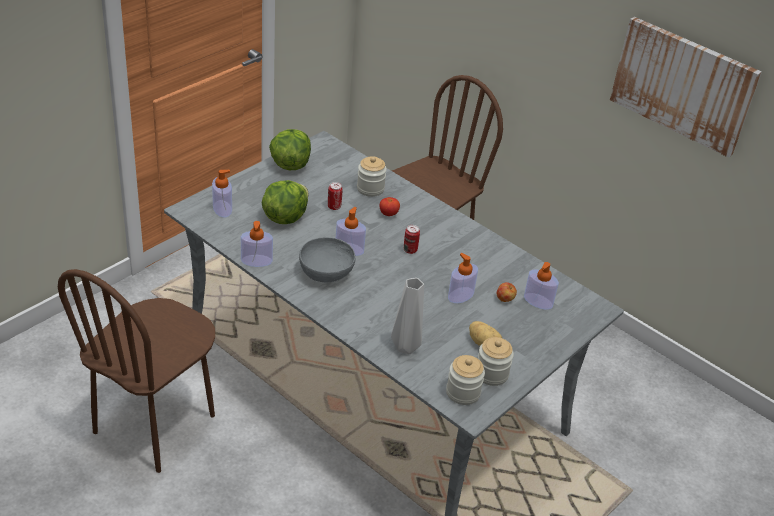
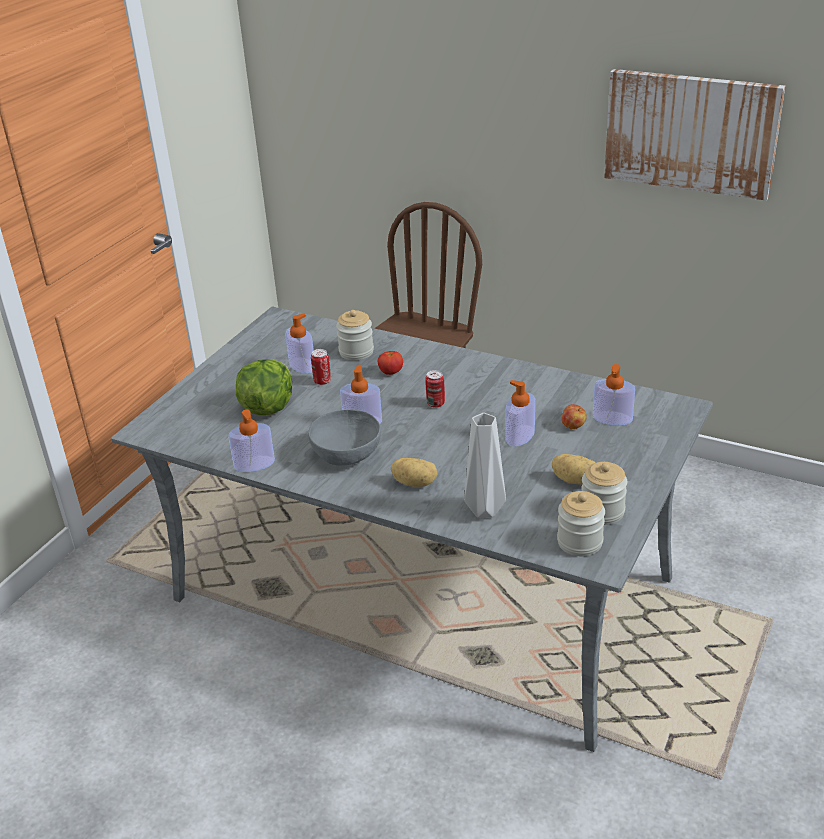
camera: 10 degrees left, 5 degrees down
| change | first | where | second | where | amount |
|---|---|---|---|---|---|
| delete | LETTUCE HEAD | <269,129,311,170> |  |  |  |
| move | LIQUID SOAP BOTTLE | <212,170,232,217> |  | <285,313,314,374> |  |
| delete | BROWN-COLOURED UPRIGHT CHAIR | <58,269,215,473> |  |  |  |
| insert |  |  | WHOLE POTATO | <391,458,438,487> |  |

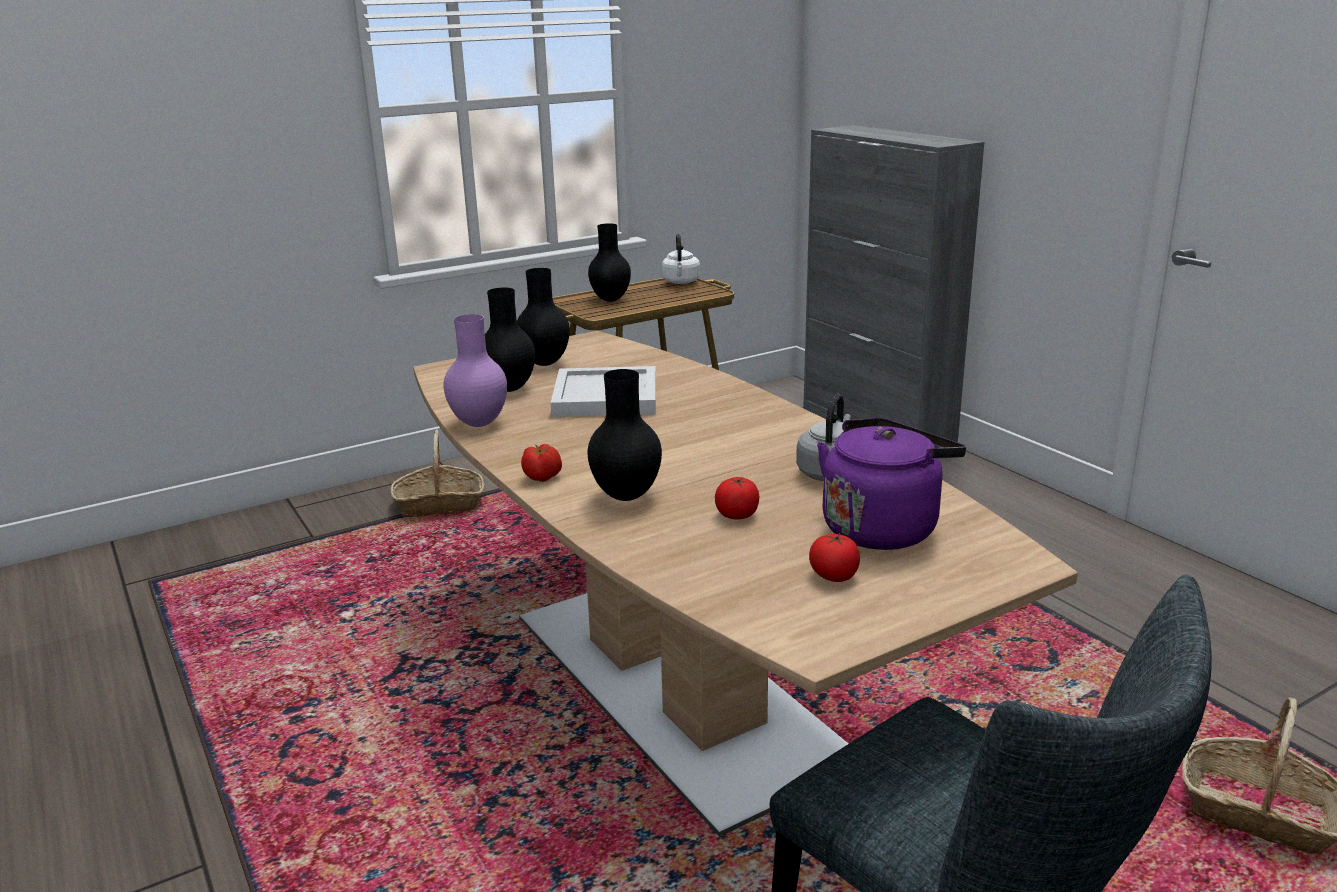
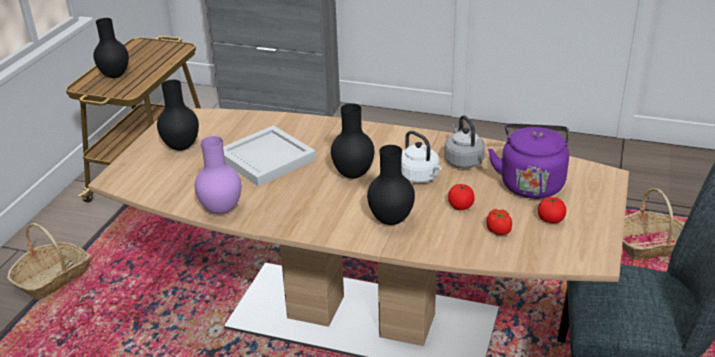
camera: 40 degrees left, 10 degrees up
| change | first | where | second | where | amount |
|---|---|---|---|---|---|
| move | WHITISH TEA KETTLE | <662,234,700,284> |  | <402,131,442,183> |  |
| move | BLACKISH VASE | <485,288,535,392> |  | <331,103,374,179> |  |
| move | WHOLE TOMATO | <521,444,562,482> |  | <486,209,512,235> |  |

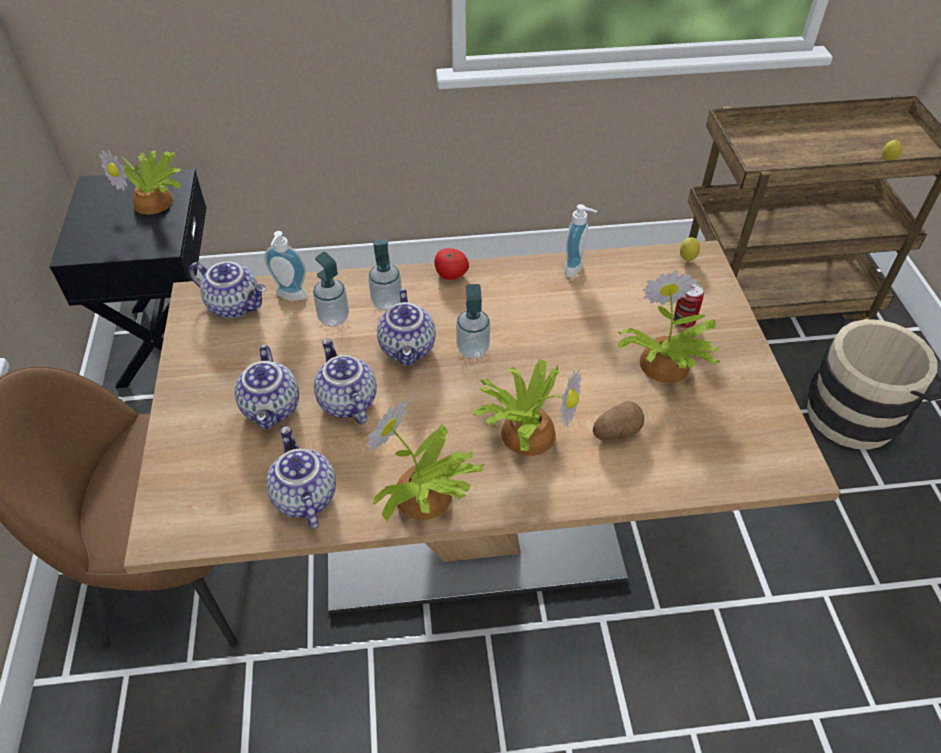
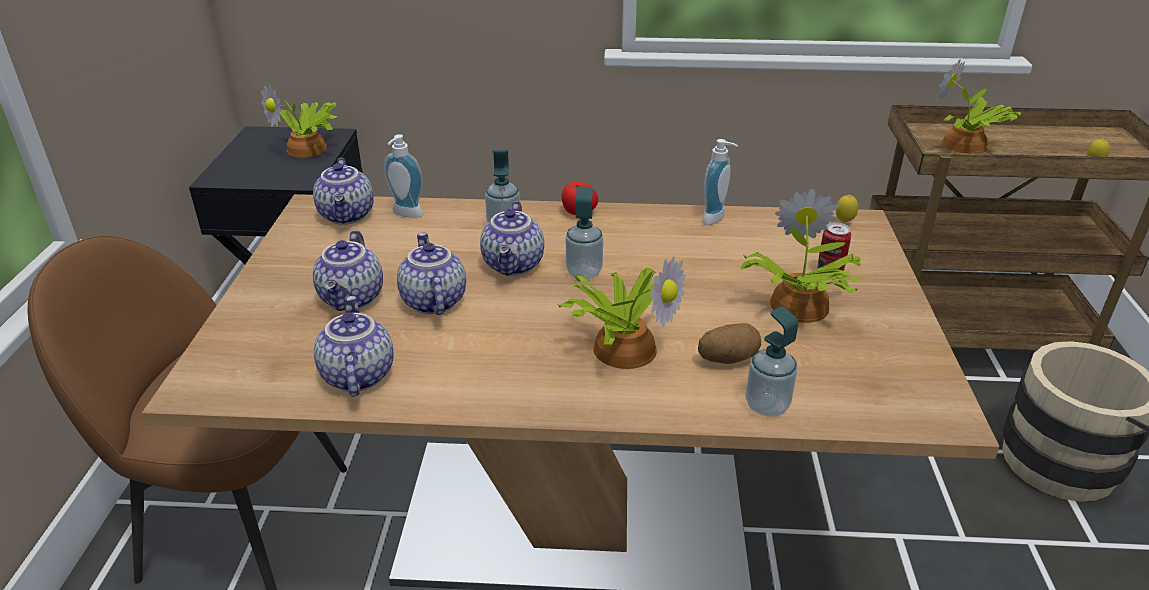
camera: 10 degrees right, 15 degrees down
| change | first | where | second | where | amount |
|---|---|---|---|---|---|
| move | LIQUID SOAP BOTTLE | <313,252,349,327> |  | <746,306,798,417> |  |
| rotate | TEAPOT | <189,262,266,318> |  | <313,158,374,225> | 45 degrees clockwise |
| move | PLANT IN A POT | <366,401,484,521> |  | <936,59,1023,154> |  |

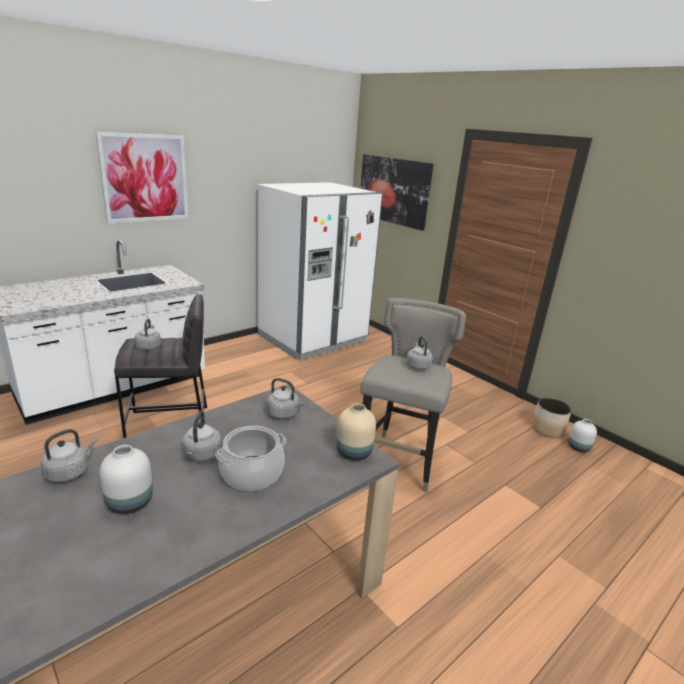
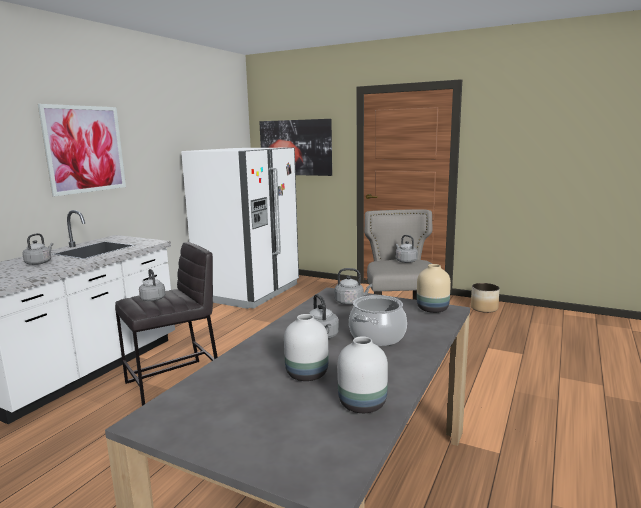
camera: 20 degrees left, 10 degrees down
| change | first | where | second | where | amount |
|---|---|---|---|---|---|
| move | WHITISH VASE | <568,419,597,452> |  | <337,336,388,413> |  |
| move | GREY TEA KETTLE | <40,429,97,482> |  | <23,233,53,265> |  |

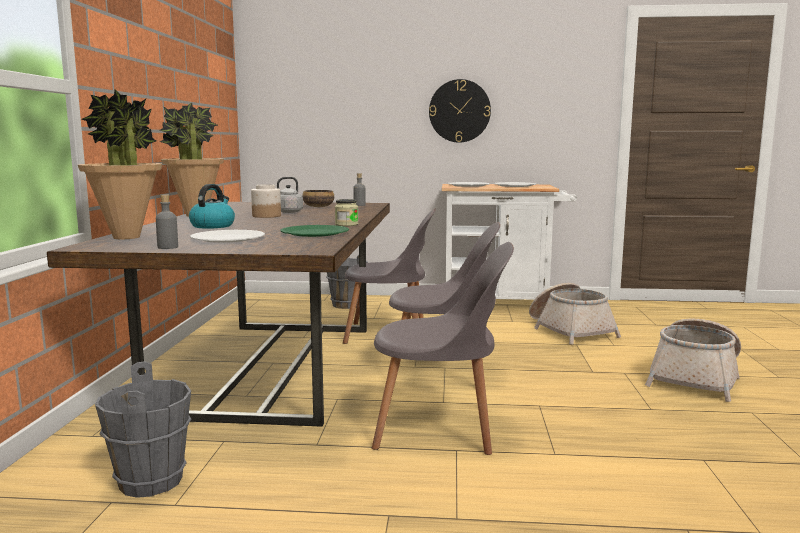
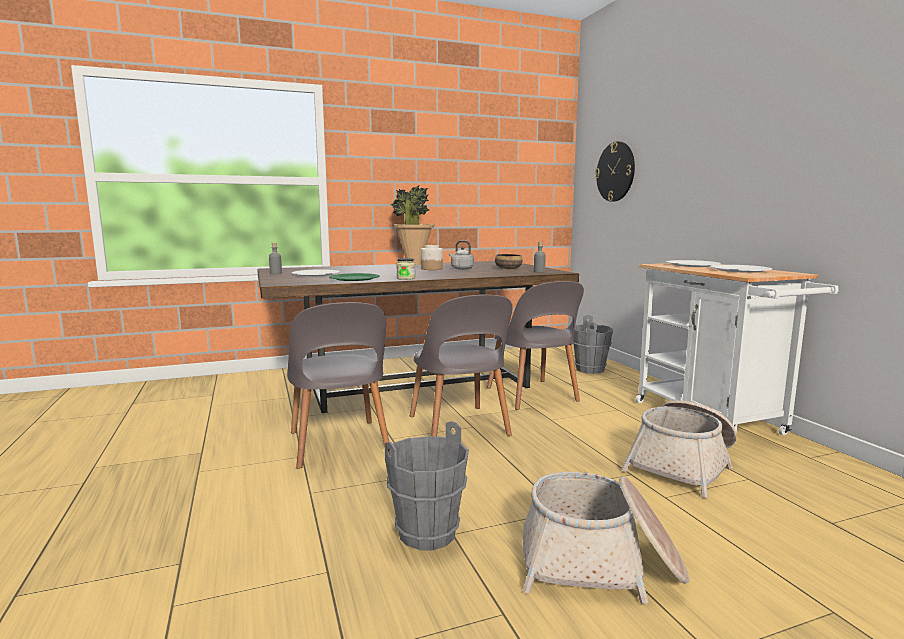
camera: 65 degrees right, 0 degrees up
| change | first | where | second | where | amount |
|---|---|---|---|---|---|
| move | CLOCK ON THE WALL | <429,79,491,143> |  | <595,141,635,202> |  |
| delete | PLANT IN A POT | <78,89,162,239> |  |  |  |
| delete | TEA KETTLE | <189,184,235,229> |  |  |  |
| move | GREY WATER BUCKET | <95,361,191,498> |  | <385,421,469,550> |  |

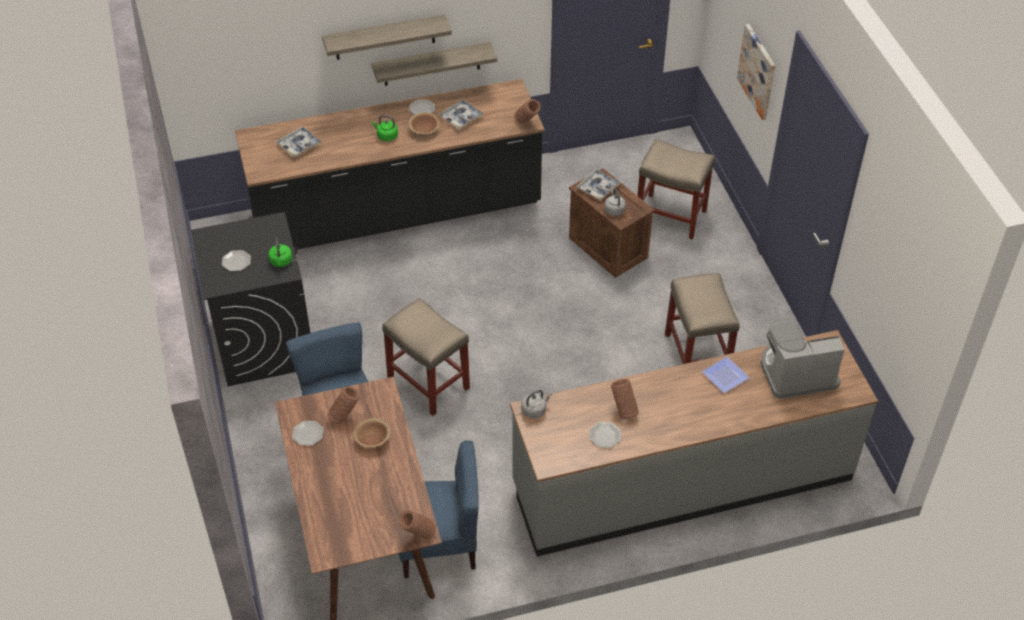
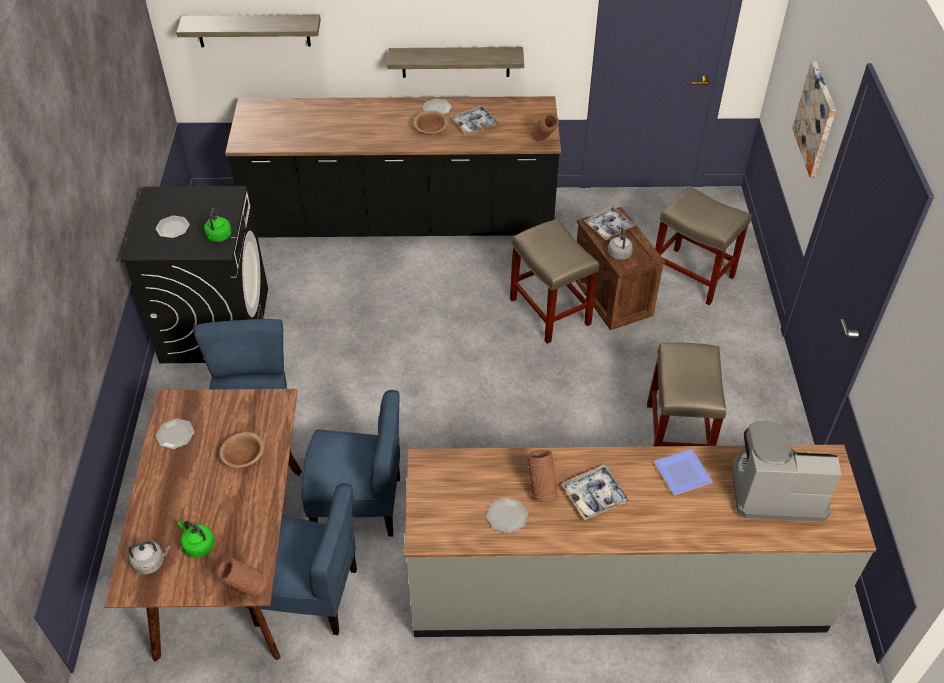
camera: 15 degrees right, 0 degrees up
| change | first | where | second | where | amount |
|---|---|---|---|---|---|
| move | SHELF | <322,15,452,60> |  | <176,15,321,47> |  |
| move | GREEN-COLOURED TEA KETTLE | <372,115,398,141> |  | <178,521,215,558> |  |
| move | CARRYING TRAY | <276,126,322,157> |  | <561,465,630,520> |  |
| move | SAND-COLOURED STOOL SEAT | <382,298,470,416> |  | <510,219,599,344> |  |
| delete | BROWN-COLOURED VASE | <327,386,360,424> |  |  |  |
| move | GREY TEA KETTLE | <521,390,552,419> |  | <129,540,171,575> |  |
| insert |  |  | BLUISH UPRIGHT CHAIR | <301,390,400,537> |  |

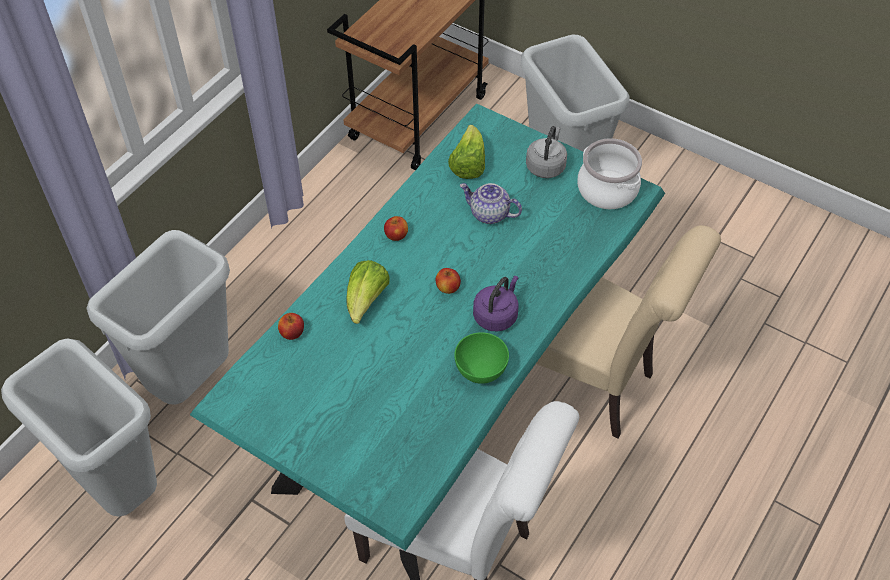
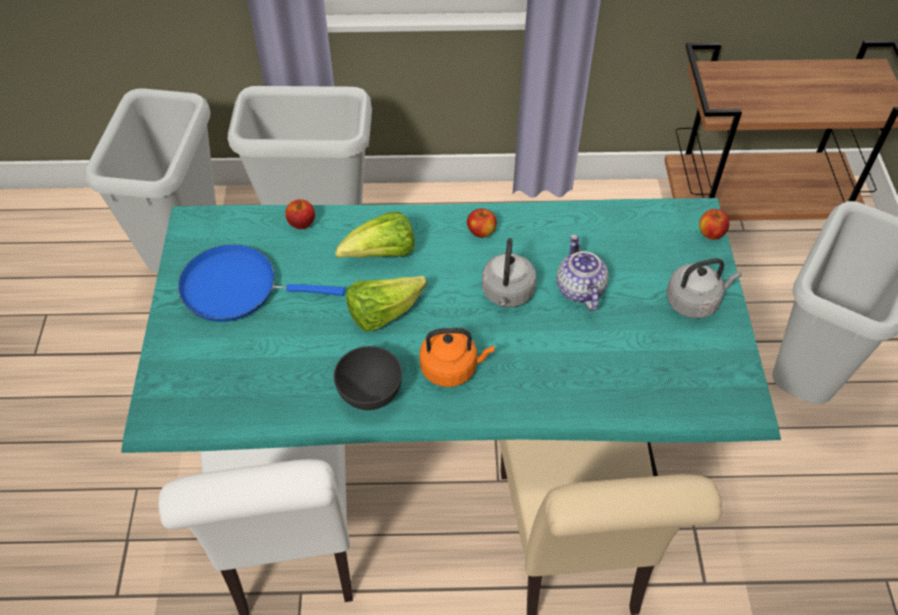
camera: 55 degrees right, 0 degrees up
| change | first | where | second | where | amount |
|---|---|---|---|---|---|
| move | LETTUCE HEAD | <448,125,485,179> |  | <346,276,427,332> |  |
| delete | SAUCEPOT | <577,138,642,209> |  |  |  |
| move | APPLE | <436,268,461,294> |  | <699,209,729,240> |  |
| recolor | PURPLE TEA KETTLE | <473,276,519,331> | ORANGEY TEA KETTLE | <419,328,495,387> |  |
| recolor | GREEN-COLOURED DEEP DISH | <454,332,509,384> | GREY DEEP DISH | <334,346,402,410> |  |
| insert |  |  | GREY TEA KETTLE | <482,238,537,307> |  |
| insert |  |  | BLUISH FRYING PAN | <178,244,345,322> |  |

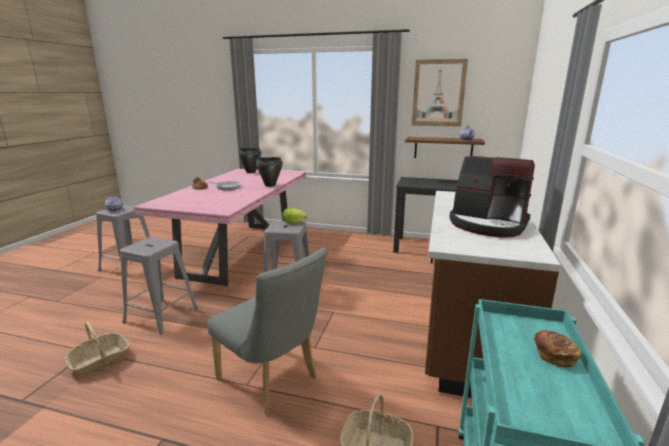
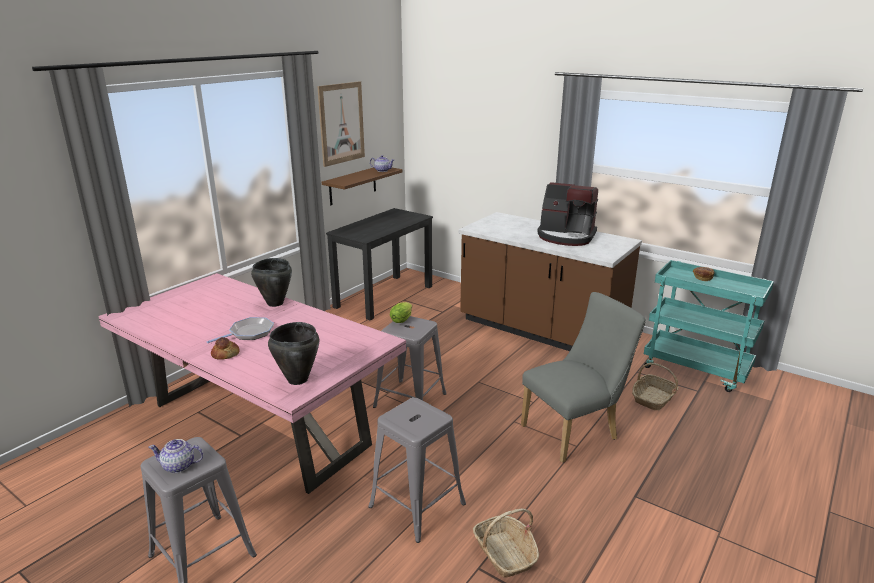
camera: 70 degrees left, 5 degrees up
| change | first | where | second | where | amount |
|---|---|---|---|---|---|
| move | BLACKISH SAUCEPOT | <238,148,261,173> |  | <268,322,319,385> |  |
| rotate | COFFEE BREWER | <450,156,535,237> |  | <538,182,598,246> | 60 degrees clockwise |

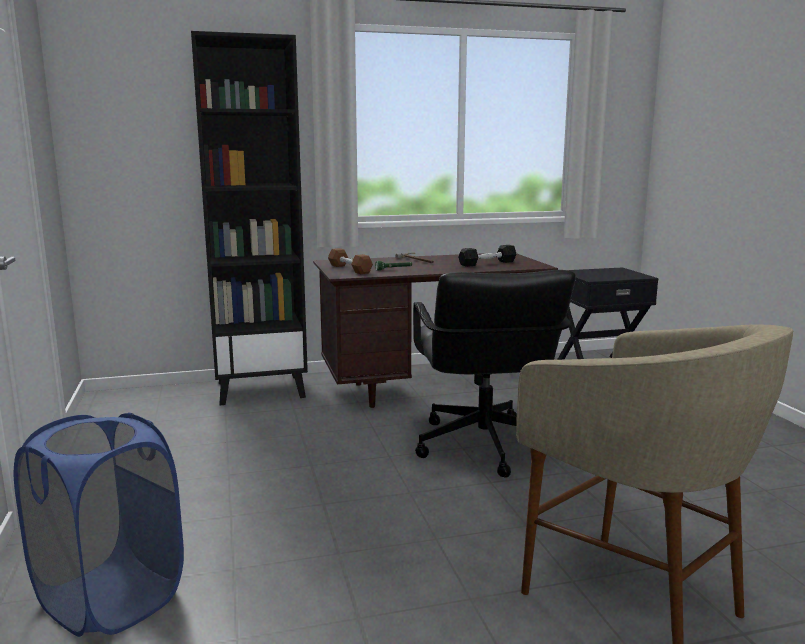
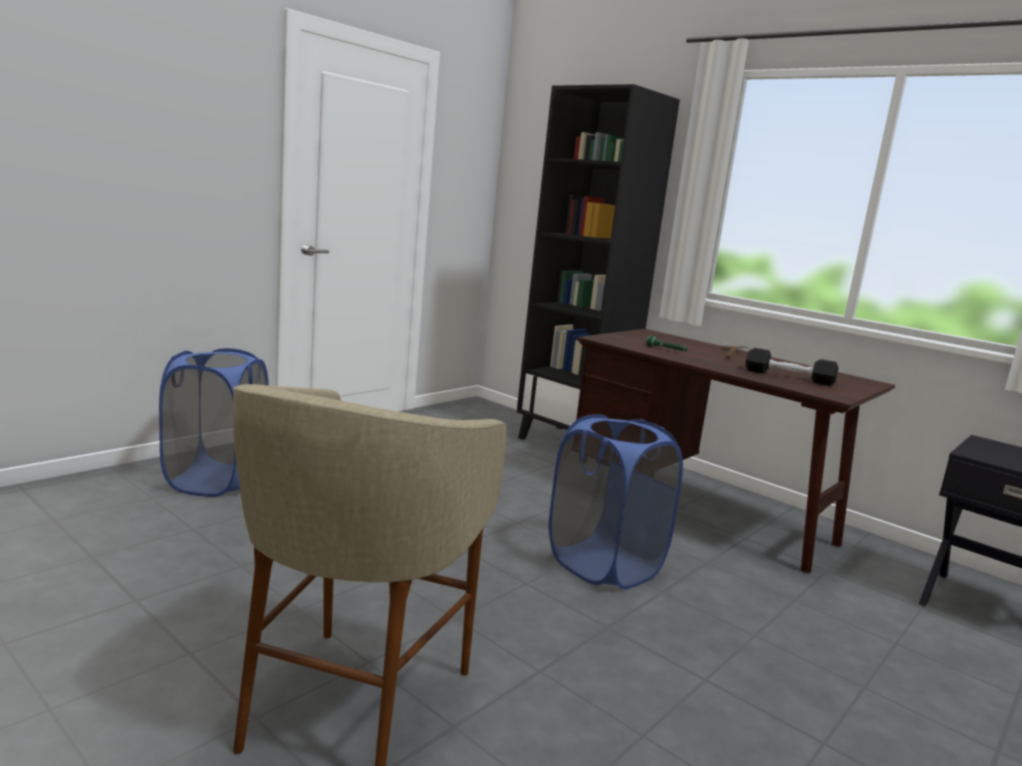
camera: 55 degrees right, 0 degrees up
| change | first | where | second | where | amount |
|---|---|---|---|---|---|
| delete | BROWN-COLOURED HAND WEIGHT | <328,248,373,274> |  |  |  |
| replace | BLACKISH DESK CHAIR | <413,270,576,478> | BLUISH HAMPER | <549,414,683,589> |  |

